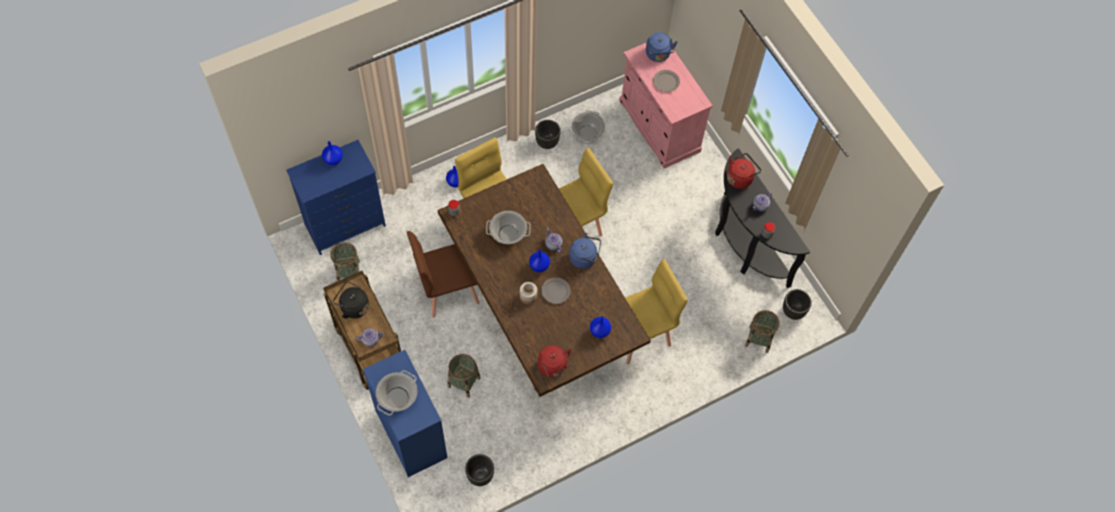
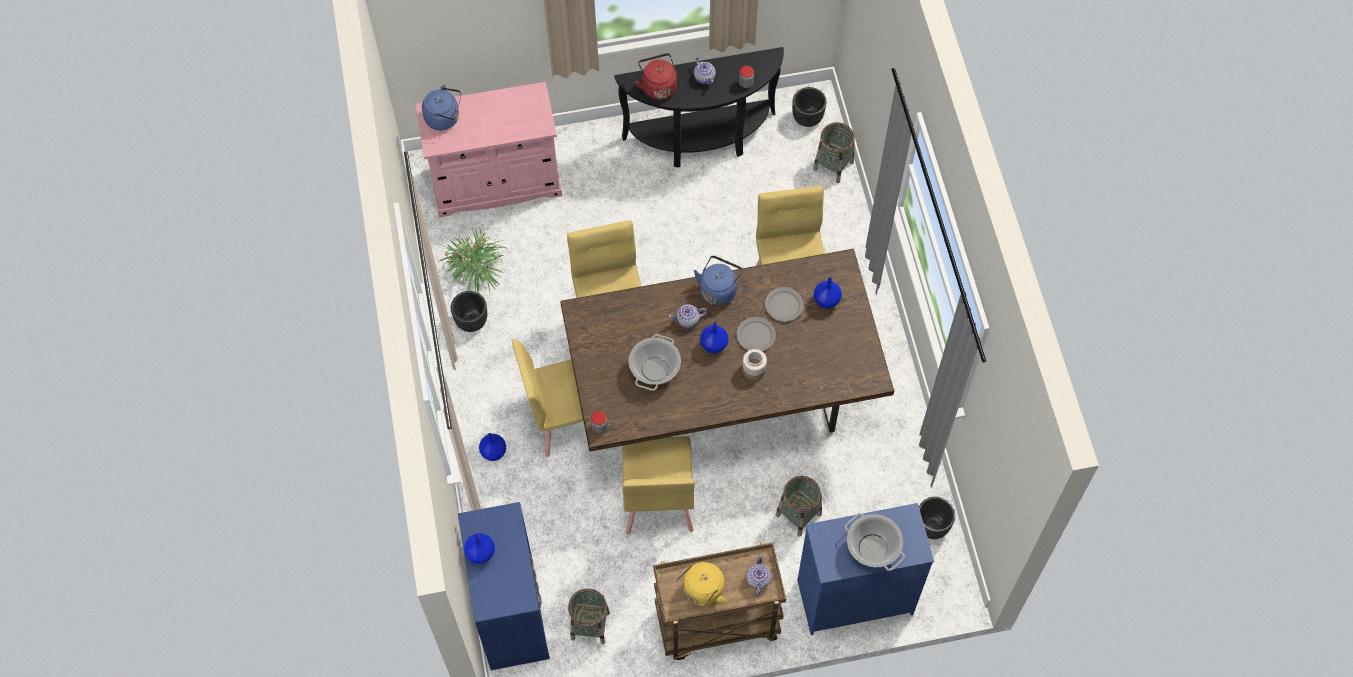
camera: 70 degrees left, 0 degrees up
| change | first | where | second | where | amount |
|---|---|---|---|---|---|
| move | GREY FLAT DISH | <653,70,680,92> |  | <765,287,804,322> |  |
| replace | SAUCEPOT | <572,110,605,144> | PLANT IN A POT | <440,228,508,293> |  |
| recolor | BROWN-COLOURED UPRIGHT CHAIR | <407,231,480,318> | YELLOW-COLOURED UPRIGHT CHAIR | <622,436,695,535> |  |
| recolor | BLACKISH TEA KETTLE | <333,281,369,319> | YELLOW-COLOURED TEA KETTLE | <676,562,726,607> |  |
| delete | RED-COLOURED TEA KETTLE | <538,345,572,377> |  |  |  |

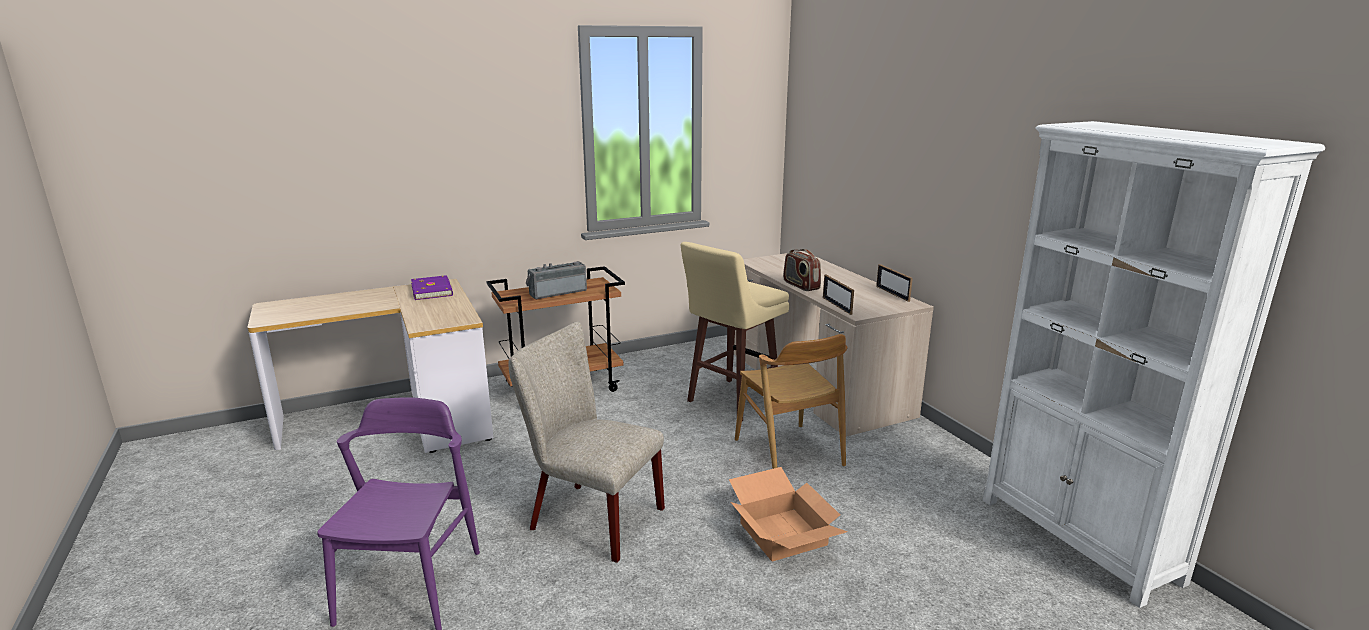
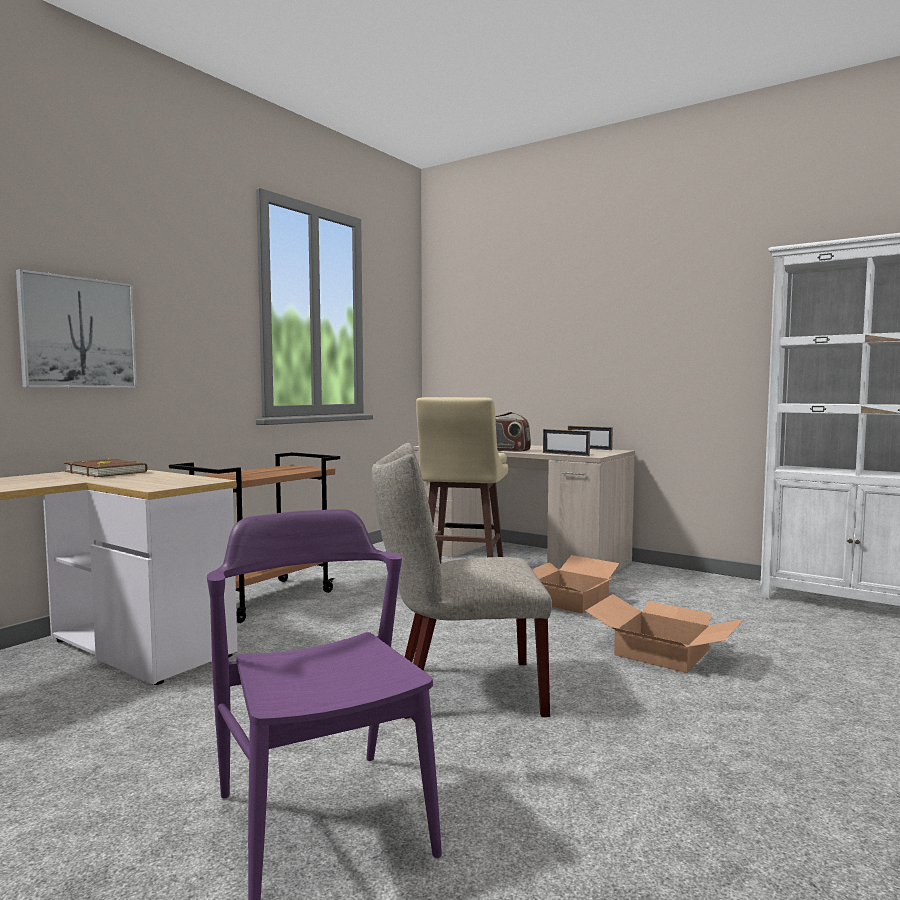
camera: 30 degrees left, 15 degrees down
| change | first | where | second | where | amount |
|---|---|---|---|---|---|
| delete | RADIO SET | <526,261,587,299> |  |  |  |
| recolor | PURPLE BOOK | <411,276,453,300> | BROWN-COLOURED BOOK | <64,458,147,477> |  |
| replace | BROWN-COLOURED UPRIGHT CHAIR | <735,334,848,469> | CARDBOARD BOX | <532,555,620,614> |  |
| insert |  |  | PICTURE | <16,269,137,388> |  |

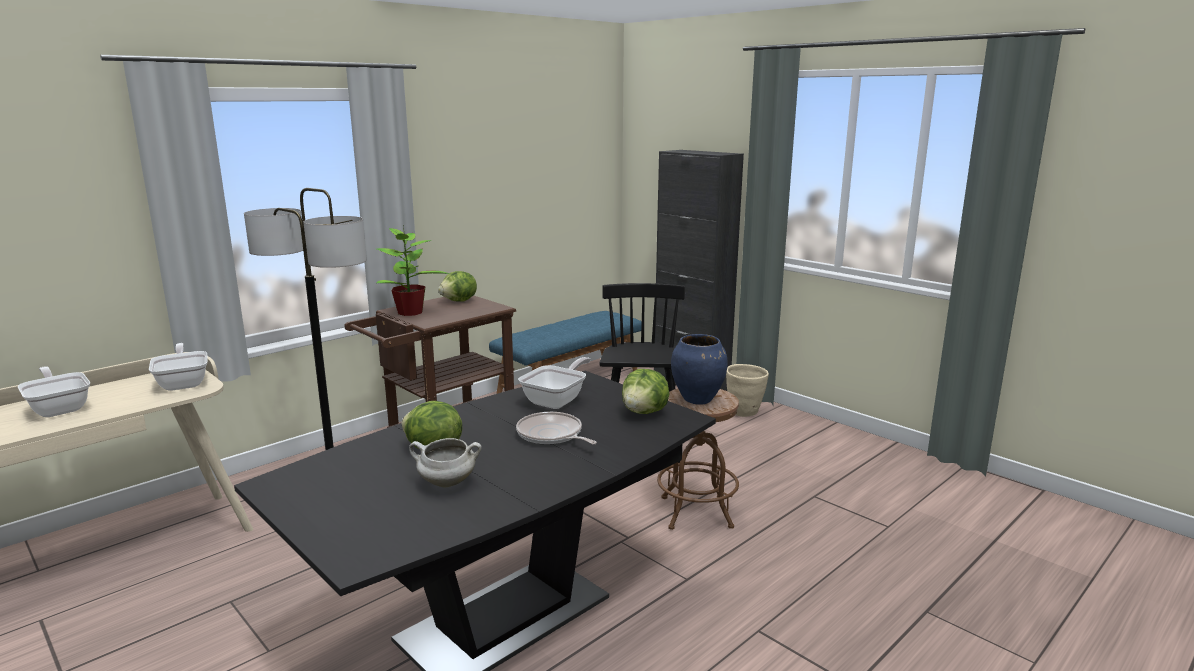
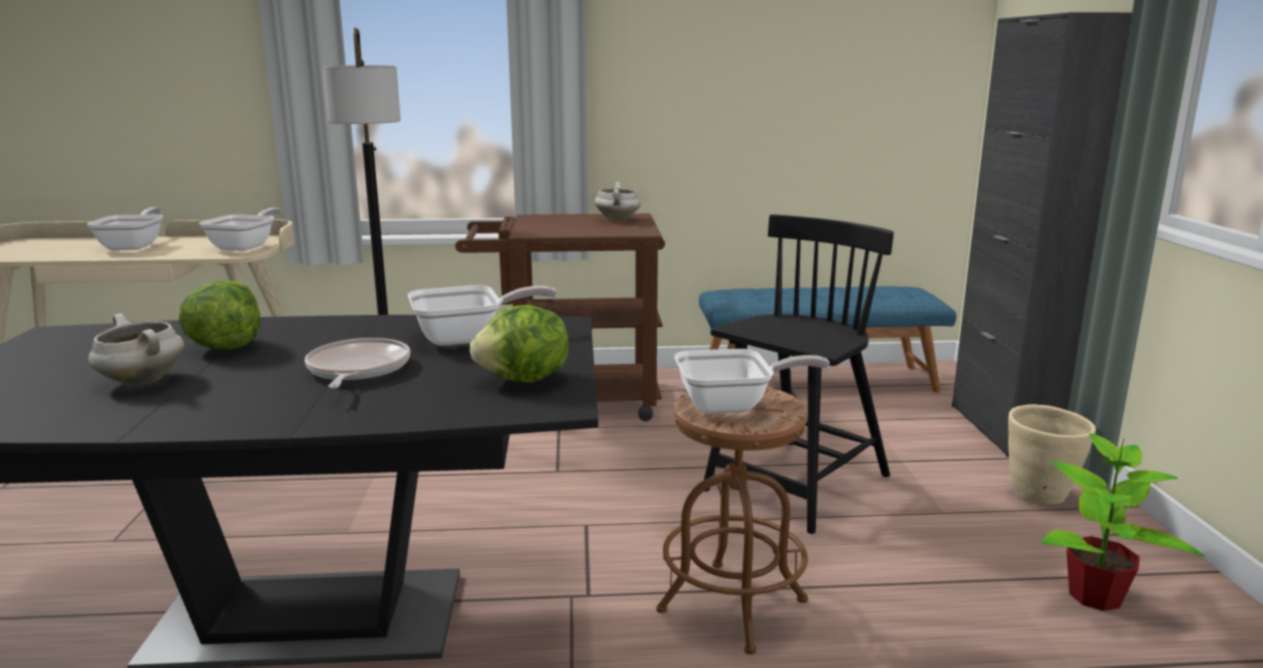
camera: 40 degrees right, 0 degrees up
| change | first | where | second | where | amount |
|---|---|---|---|---|---|
| move | PLANT IN A POT | <377,227,449,316> |  | <1042,433,1205,611> |  |
| replace | LETTUCE HEAD | <438,271,477,302> | WHITISH SAUCEPOT | <594,182,641,221> |  |
| replace | BLUISH VASE | <671,334,728,405> | FRYING PAN | <675,349,830,414> |  |

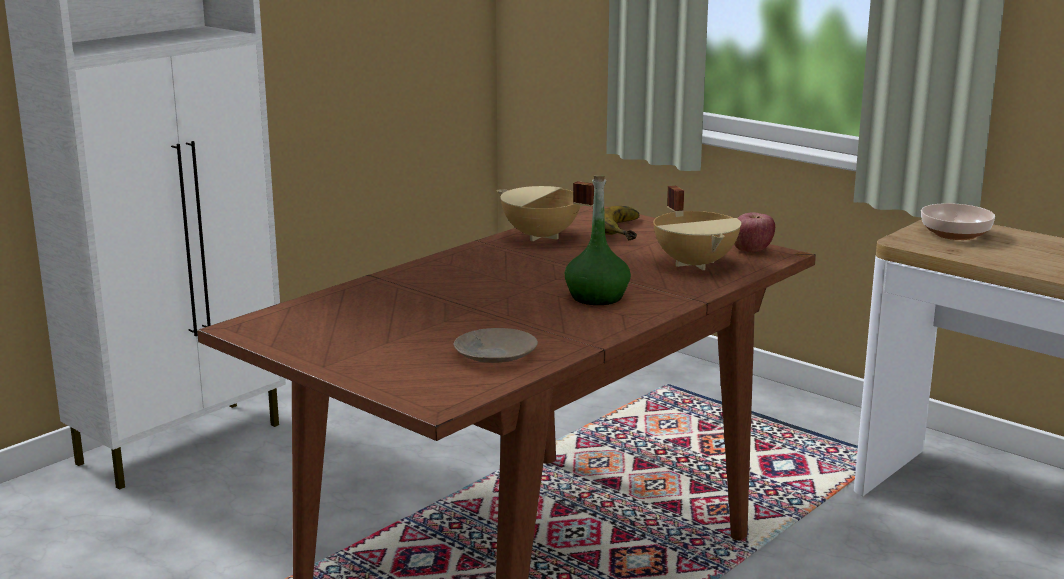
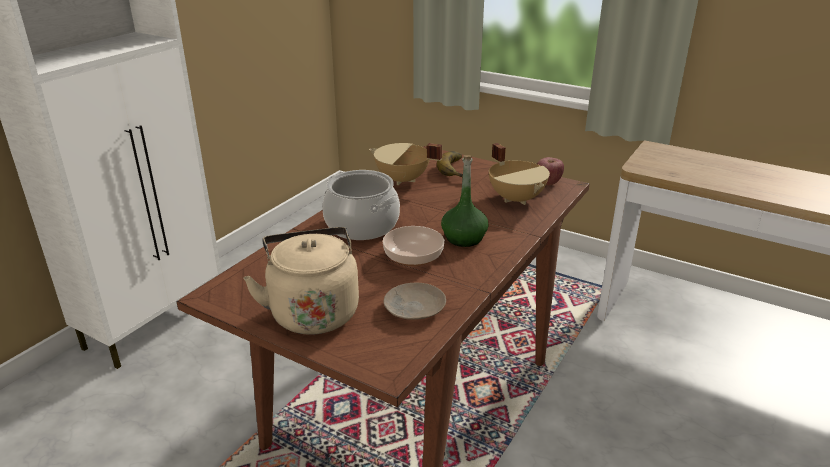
camera: 10 degrees left, 10 degrees up
| change | first | where | second | where | amount |
|---|---|---|---|---|---|
| move | DEEP DISH | <921,203,995,240> |  | <383,226,444,266> |  |
| insert |  |  | SAUCEPOT | <322,170,400,240> |  |
| insert |  |  | SAND-COLOURED TEA KETTLE | <243,227,359,335> |  |

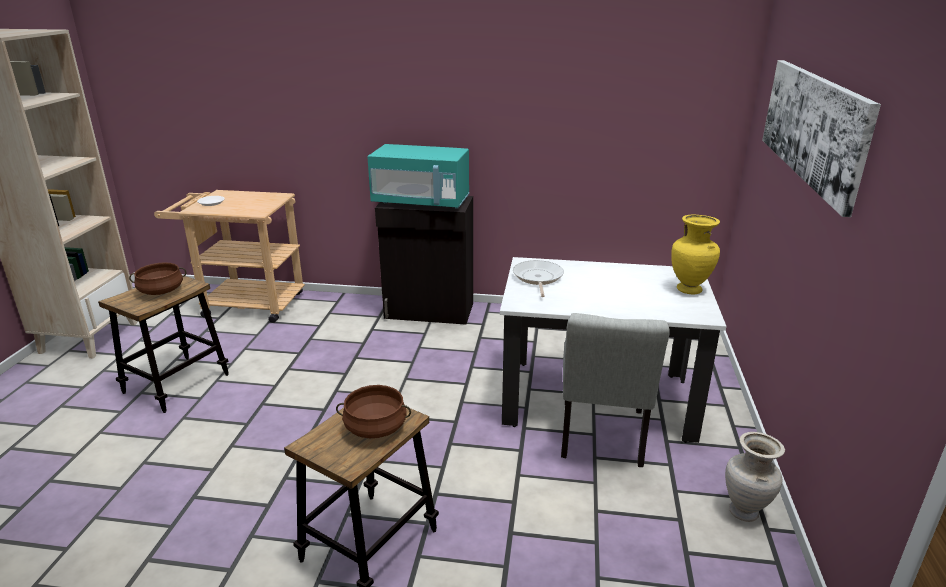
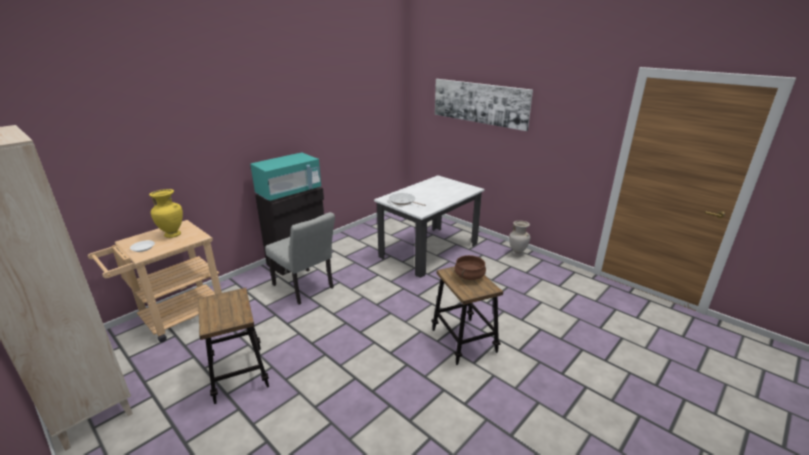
camera: 55 degrees left, 0 degrees up
| change | first | where | second | where | amount |
|---|---|---|---|---|---|
| move | YELLOW-COLOURED VASE | <671,215,720,294> |  | <149,189,183,238> |  |
| delete | BROWN-COLOURED SAUCEPOT | <129,262,186,295> |  |  |  |
| move | GREY UPRIGHT CHAIR | <561,313,670,467> |  | <265,212,335,305> |  |

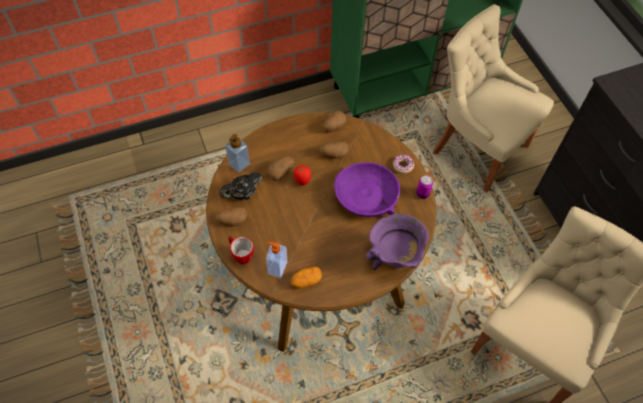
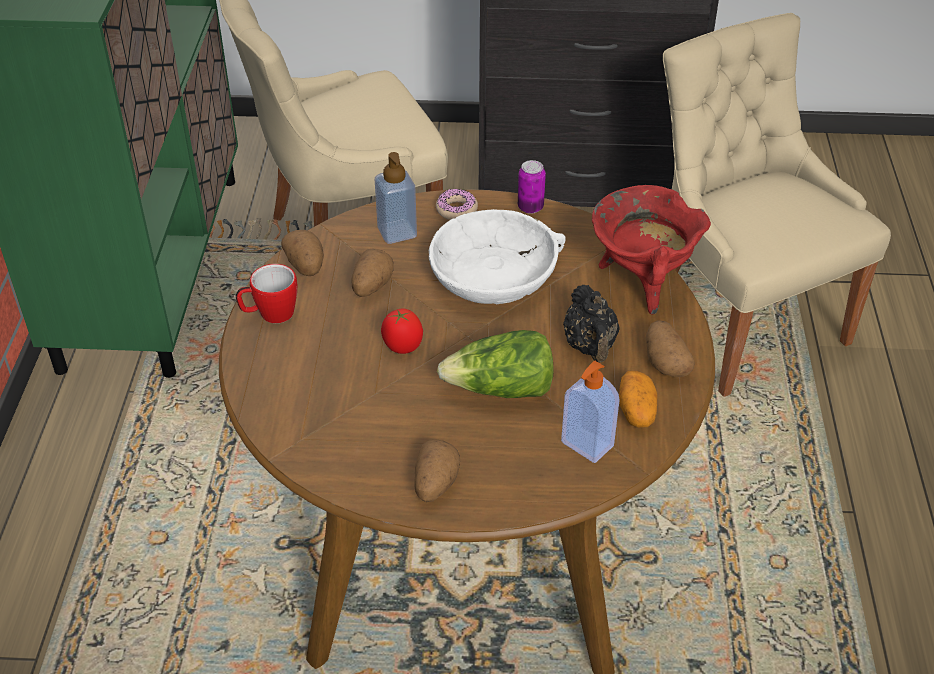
camera: 65 degrees left, 15 degrees down
| change | first | where | second | where | amount |
|---|---|---|---|---|---|
| move | LIQUID SOAP BOTTLE | <225,134,250,172> |  | <375,152,417,244> |  |
| move | WHOLE POTATO | <268,156,294,181> |  | <646,321,694,377> |  |
| recolor | PURPLE DEEP DISH | <334,162,400,217> | WHITISH DEEP DISH | <429,209,566,304> |  |
| move | BLACKISH TEAPOT | <219,172,262,200> |  | <563,285,620,362> |  |
| recolor | PURPLE SAUCEPOT | <366,214,429,270> | RED-COLOURED SAUCEPOT | <592,185,711,315> |  |
| move | MUG | <228,236,254,265> |  | <236,264,297,323> |  |
| insert |  |  | LETTUCE HEAD | <437,330,553,398> |  |

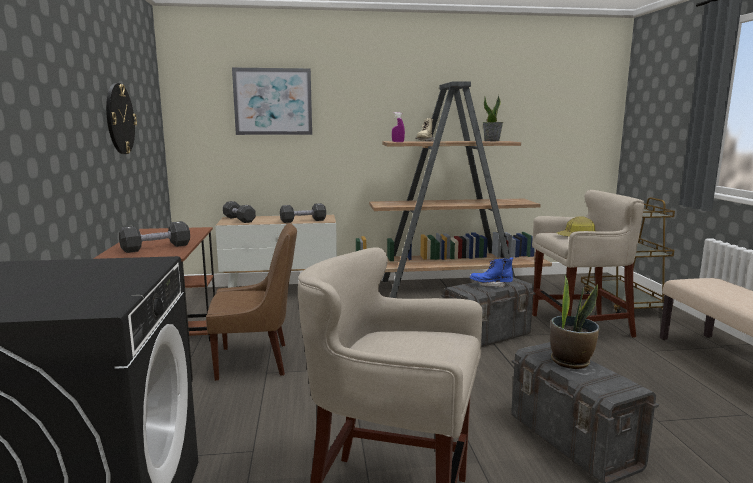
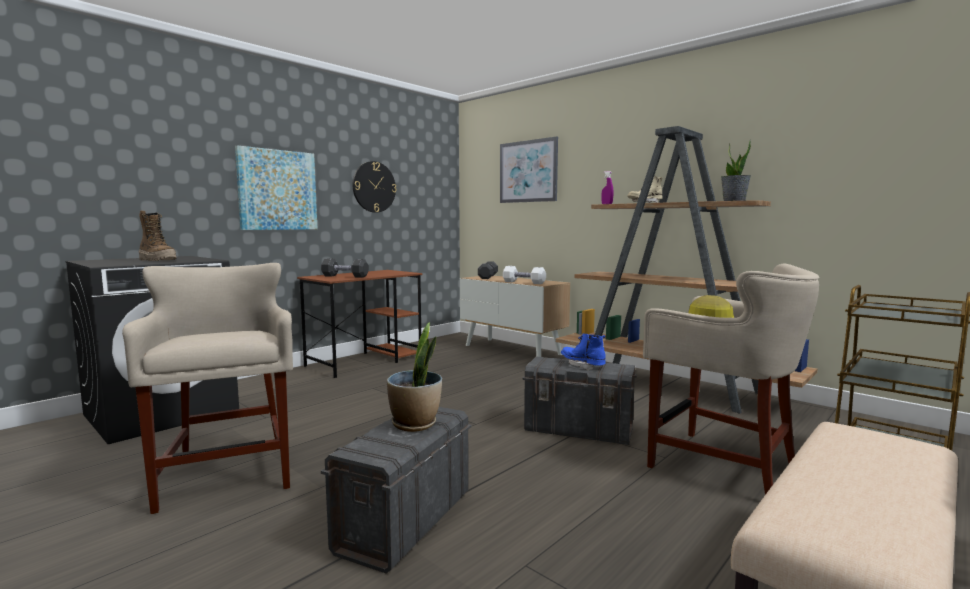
camera: 50 degrees right, 5 degrees down
| change | first | where | second | where | amount |
|---|---|---|---|---|---|
| recolor | BLACKISH HAND WEIGHT | <280,203,326,223> | WHITISH HAND WEIGHT | <503,266,546,284> |  |
| delete | BROWN-COLOURED UPRIGHT CHAIR | <206,223,297,381> |  |  |  |
| insert |  |  | PICTURE | <235,145,317,230> |  |
| insert |  |  | HIGH-TOP BOOT | <139,210,176,261> |  |

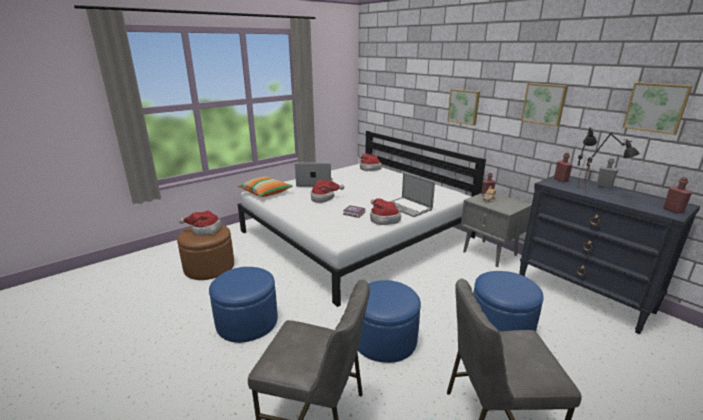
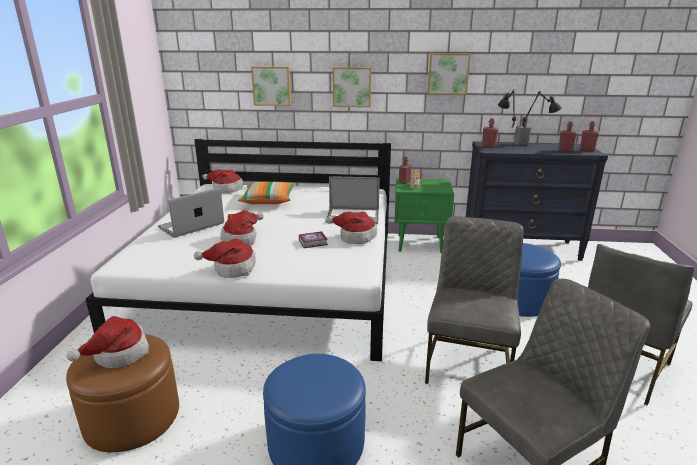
camera: 45 degrees left, 0 degrees up
| change | first | where | second | where | amount |
|---|---|---|---|---|---|
| move | PICTURE | <622,82,692,135> |  | <251,66,291,106> |  |
| move | CUSHION | <238,177,293,197> |  | <238,182,295,204> |  |
| recolor | GREY NIGHTSTAND | <461,193,532,267> | GREEN-COLOURED NIGHTSTAND | <395,178,454,253> |  |
| replace | BLUISH OTTOMAN | <358,280,421,363> | GREY UPRIGHT CHAIR | <425,216,523,384> |  |
| insert |  |  | RED-COLOURED DRINK BOTTLE | <558,121,577,152> |  |
| insert |  |  | HAT | <194,238,255,278> |  |

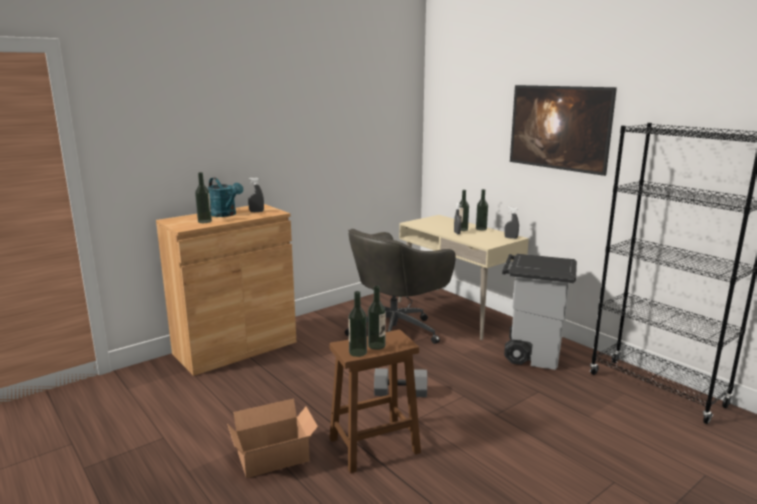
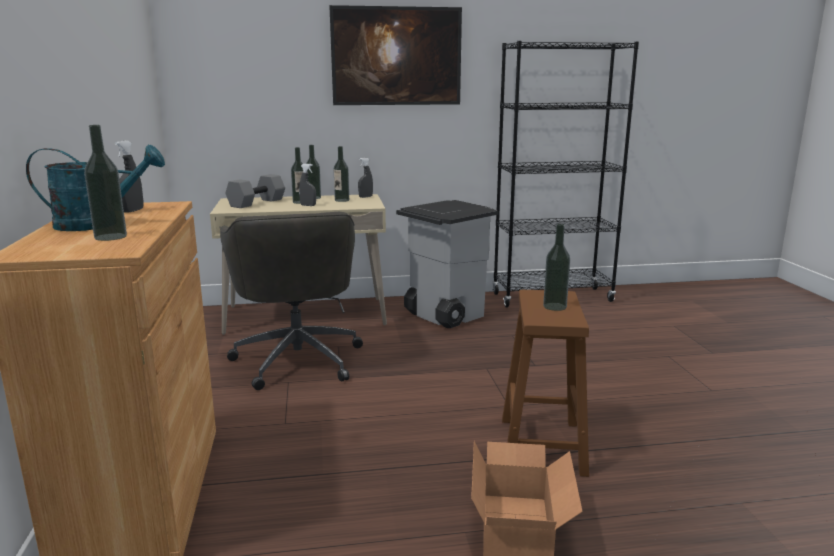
camera: 60 degrees left, 0 degrees up
| change | first | where | second | where | amount |
|---|---|---|---|---|---|
| move | DRINK BOTTLE | <348,291,367,357> |  | <334,146,349,202> |  |
| move | GREY HAND WEIGHT | <374,368,427,397> |  | <225,174,285,208> |  |

